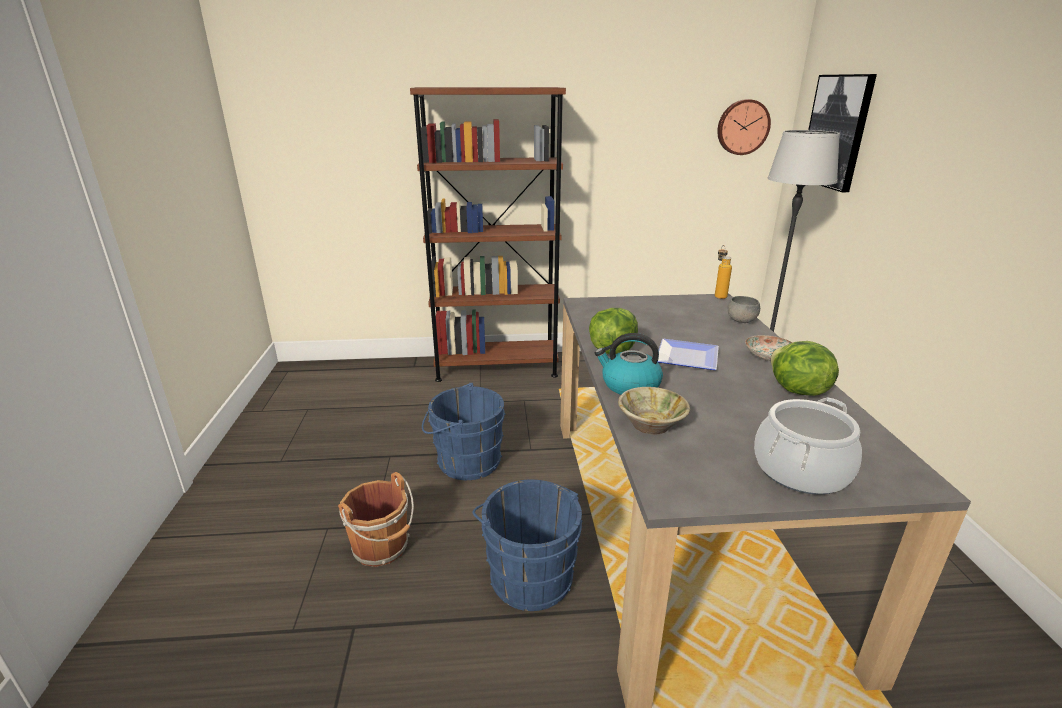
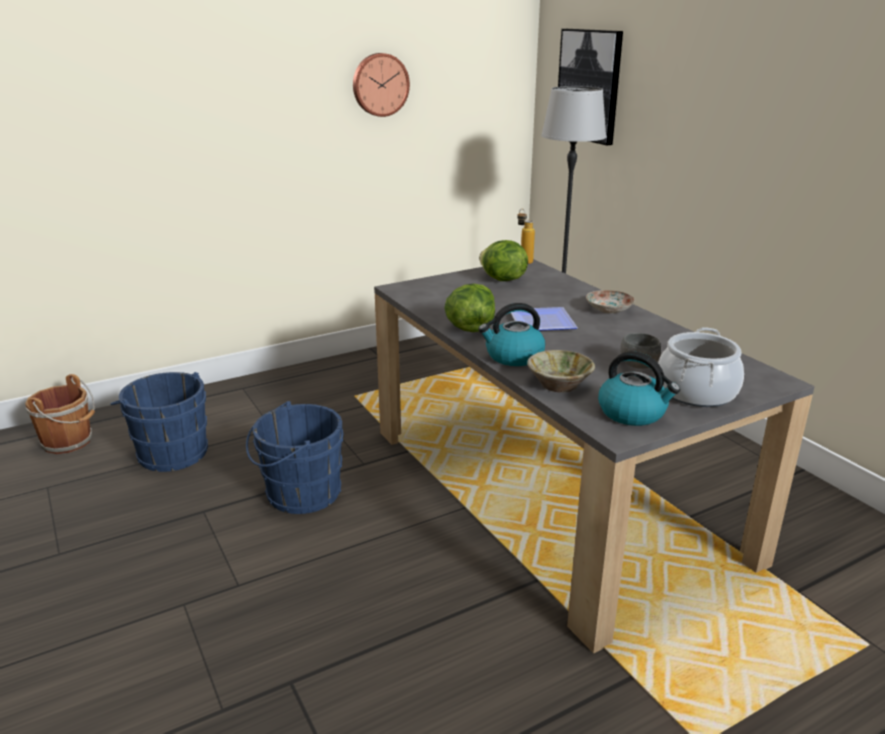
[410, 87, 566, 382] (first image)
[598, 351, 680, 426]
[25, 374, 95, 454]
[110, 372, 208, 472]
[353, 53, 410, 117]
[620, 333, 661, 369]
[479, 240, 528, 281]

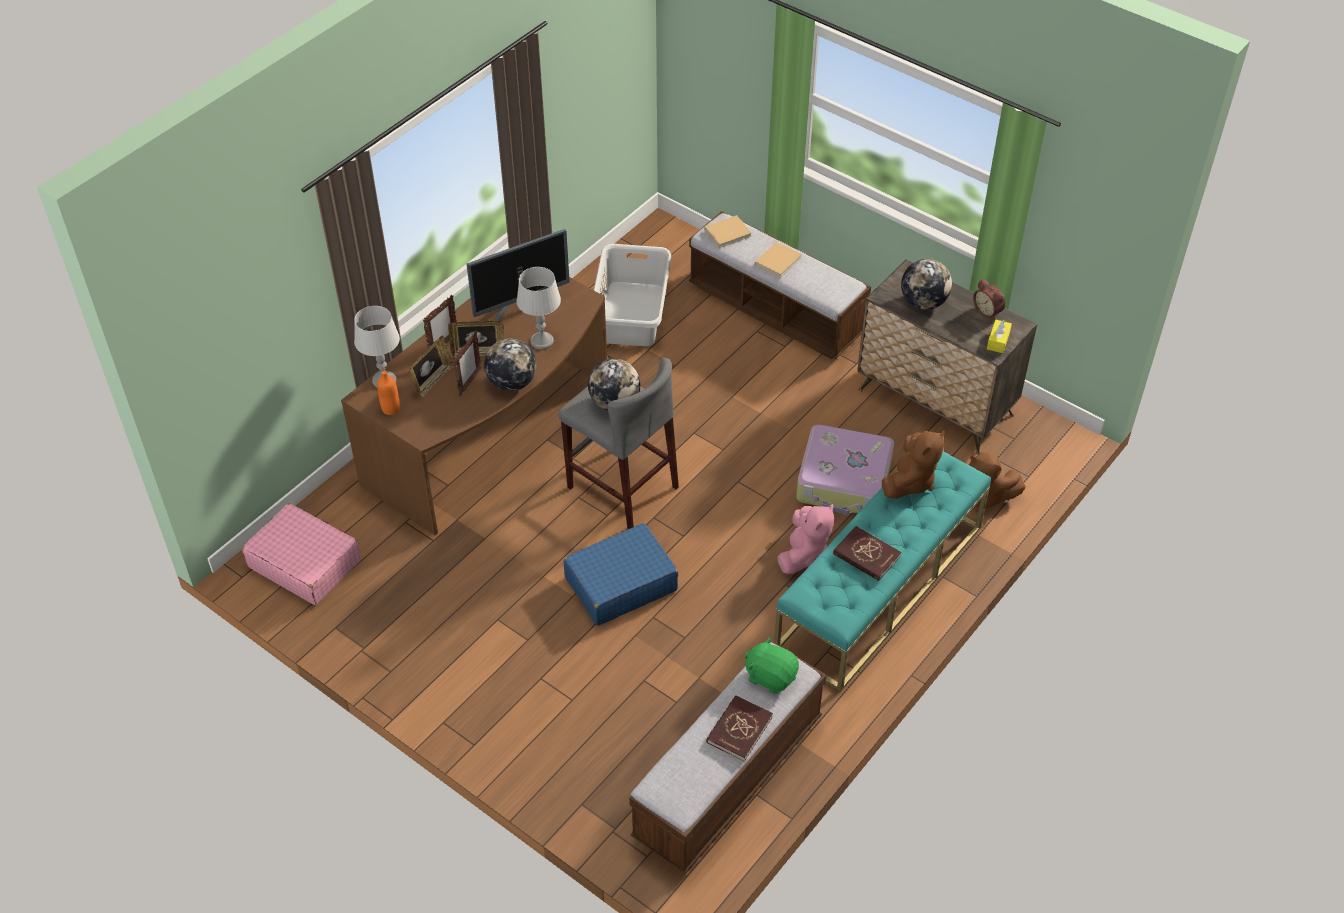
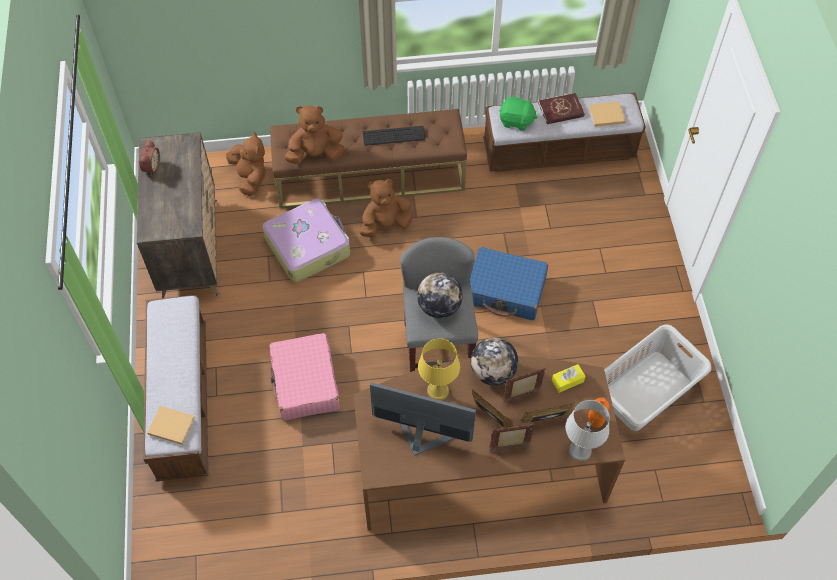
[901, 259, 952, 310] (first image)
[269, 333, 340, 421]
[604, 325, 711, 431]
[589, 101, 626, 127]
[552, 364, 586, 393]
[362, 126, 426, 146]
[418, 338, 460, 400]
[270, 109, 467, 208]
[359, 179, 413, 238]
[499, 97, 538, 131]

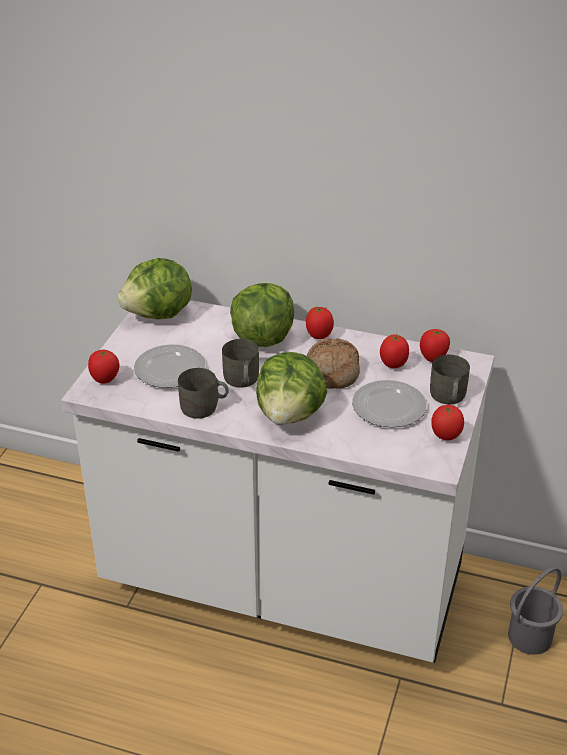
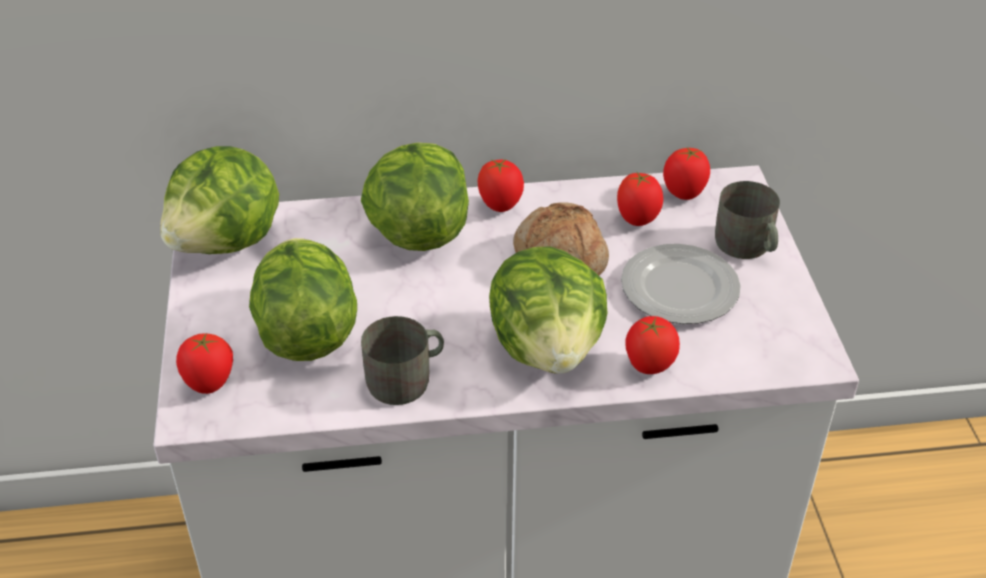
[222, 339, 259, 388] (first image)
[508, 567, 563, 655] (first image)
[625, 316, 680, 374]
[249, 238, 357, 361]

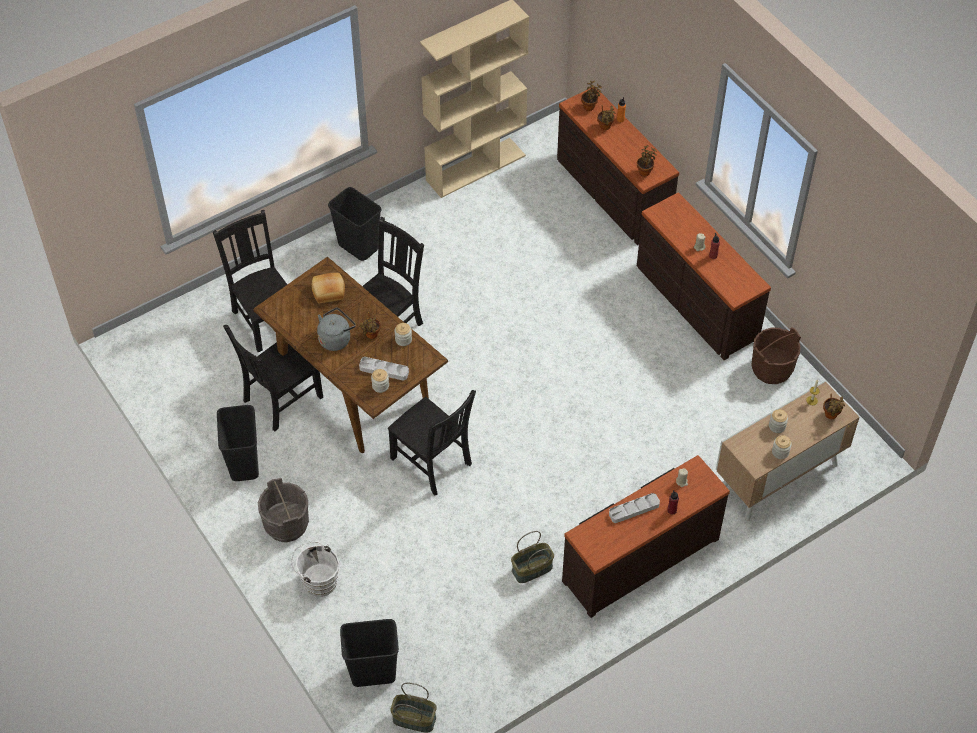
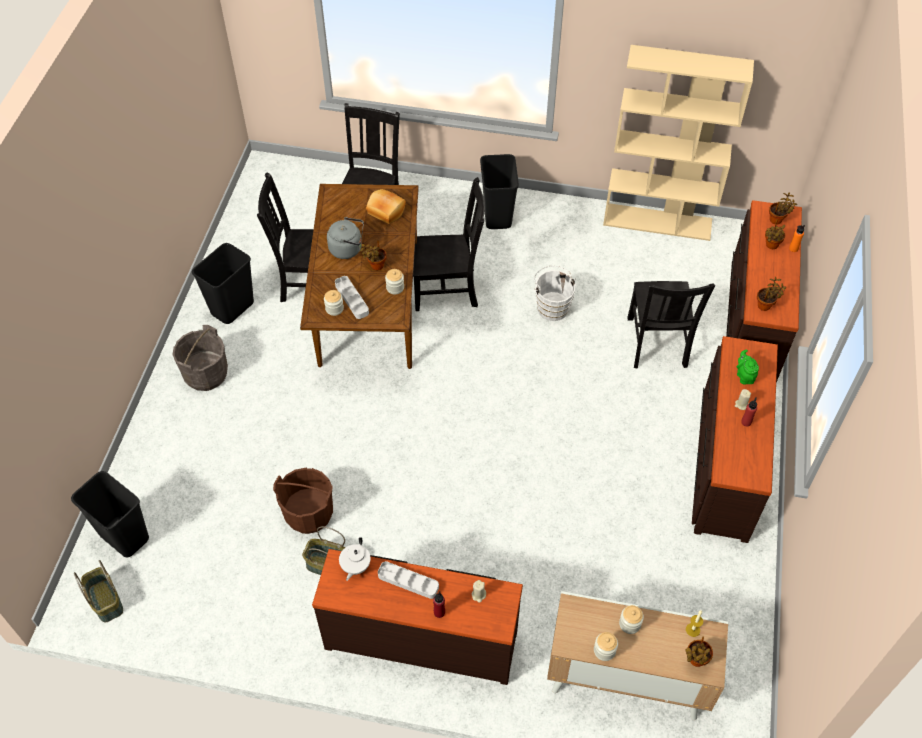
[339, 537, 371, 581]
[737, 350, 759, 384]
[534, 266, 576, 321]
[627, 281, 715, 369]
[273, 468, 333, 534]

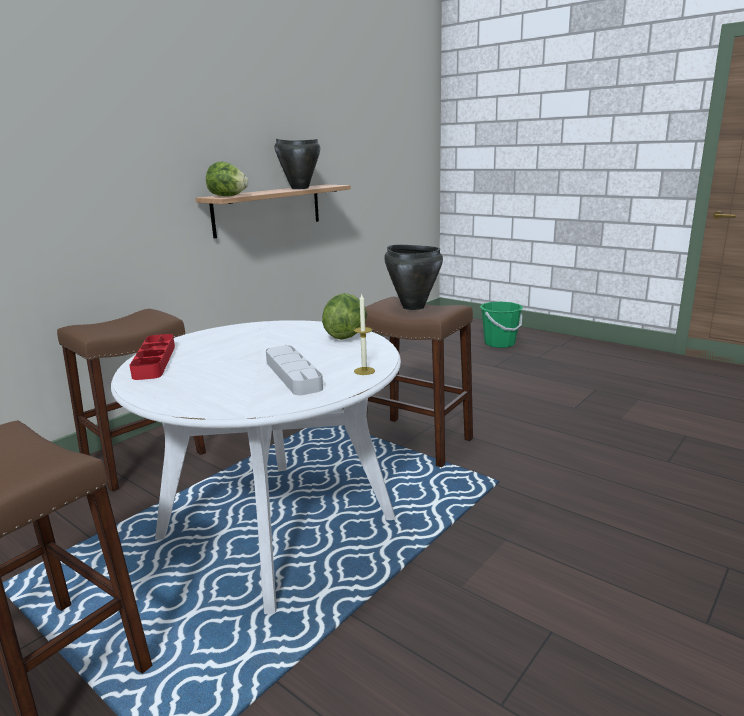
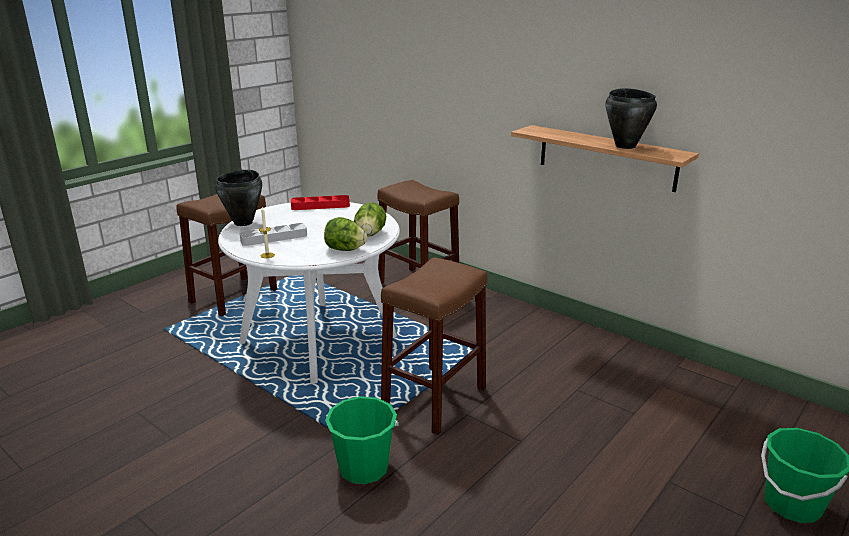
[325, 396, 399, 484]
[354, 202, 386, 237]
[215, 170, 262, 226]

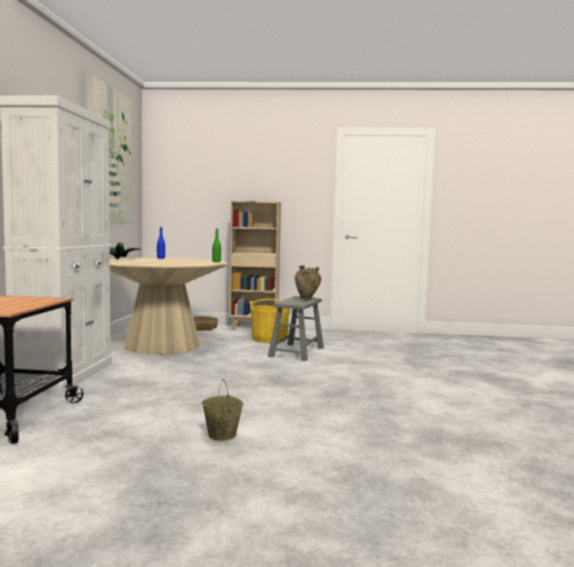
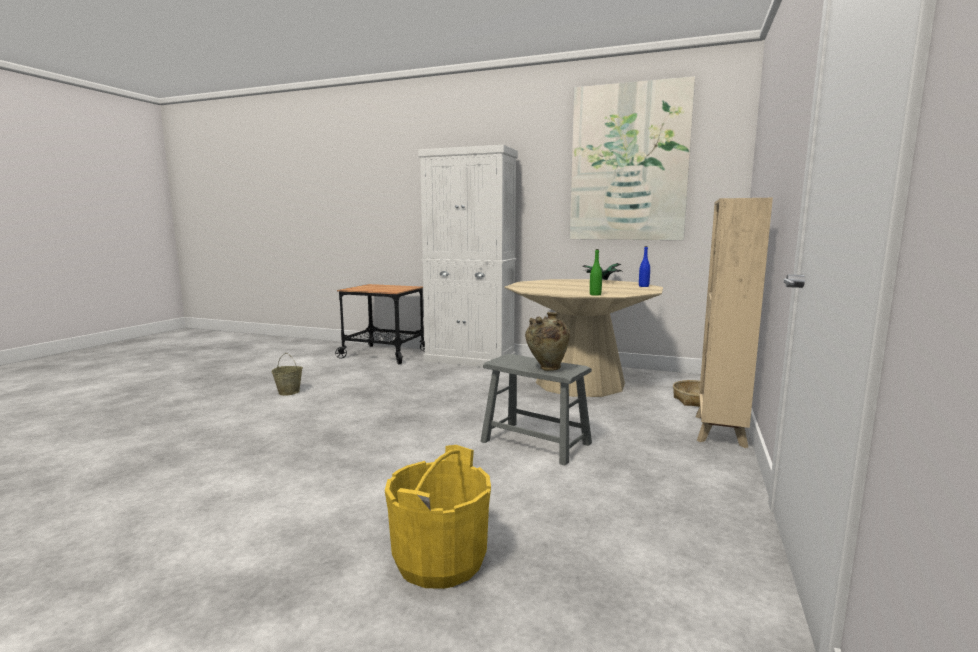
[385, 445, 491, 589]

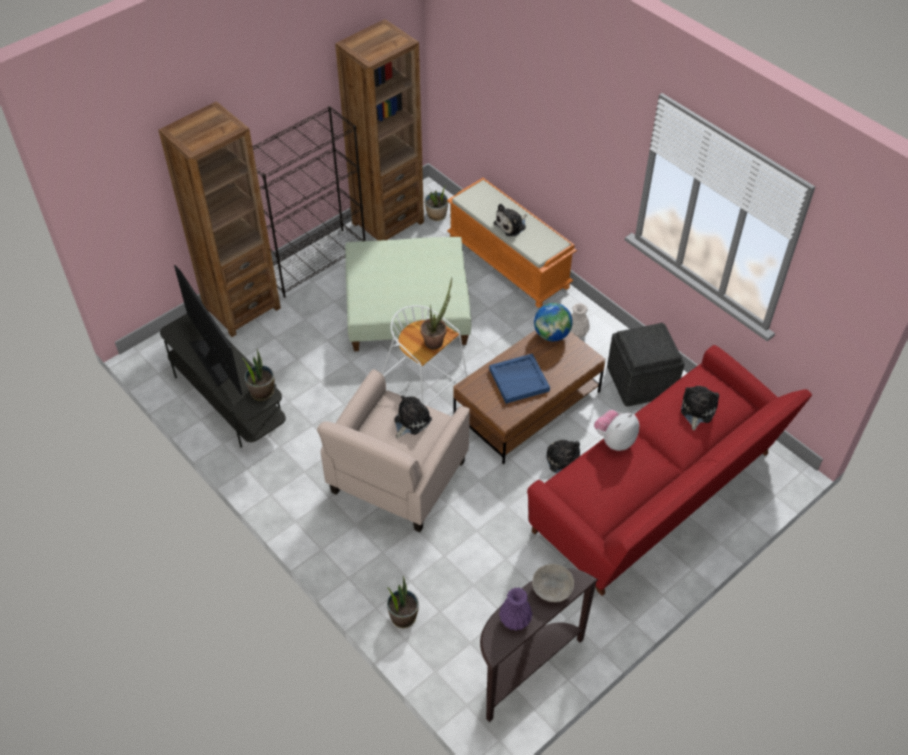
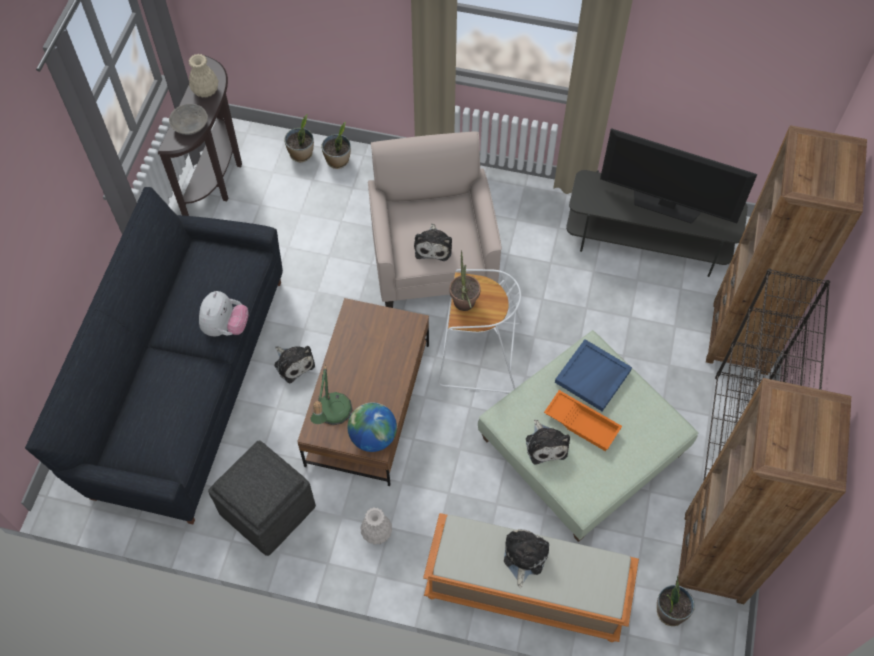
[310, 364, 353, 425]
[544, 390, 622, 451]
[284, 114, 314, 162]
[555, 339, 632, 411]
[526, 419, 570, 465]
[188, 54, 218, 98]
[25, 187, 283, 524]

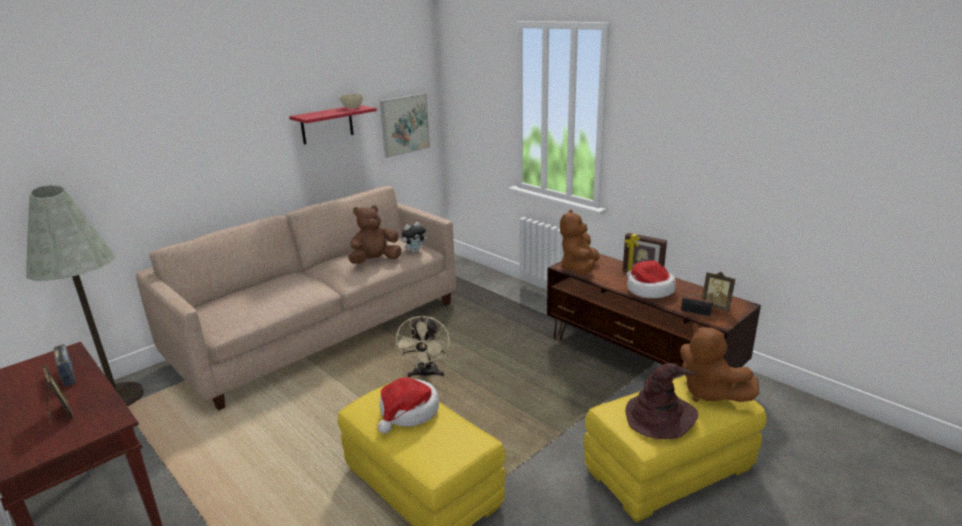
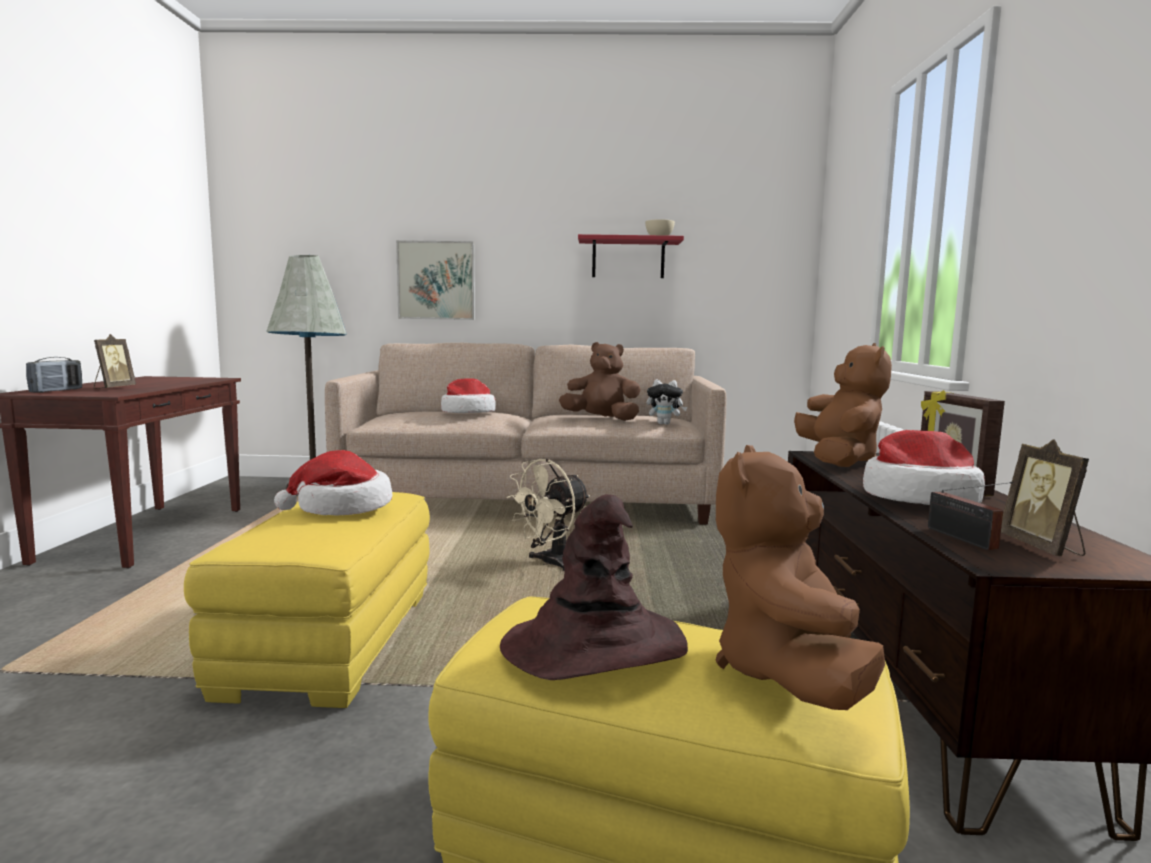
[441, 378, 496, 413]
[26, 357, 82, 393]
[396, 240, 475, 320]
[794, 343, 892, 467]

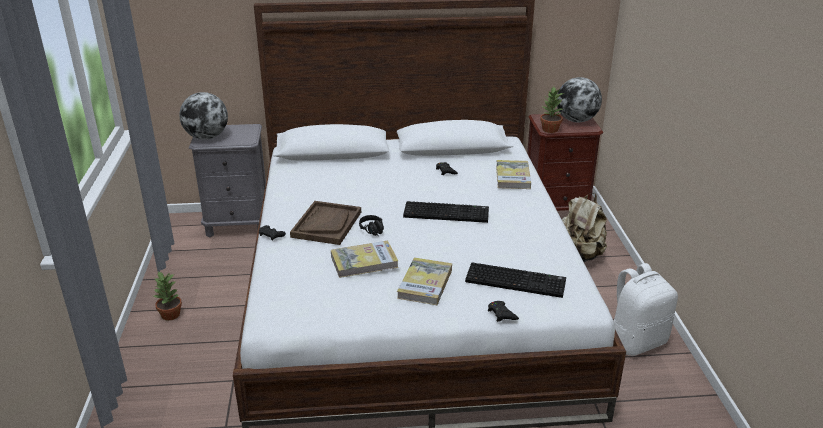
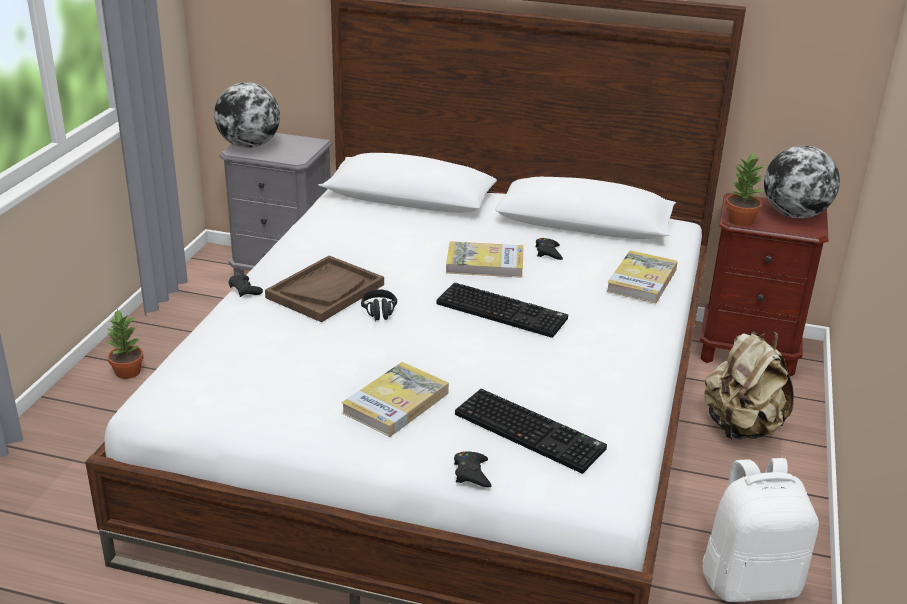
[446, 241, 523, 278]

